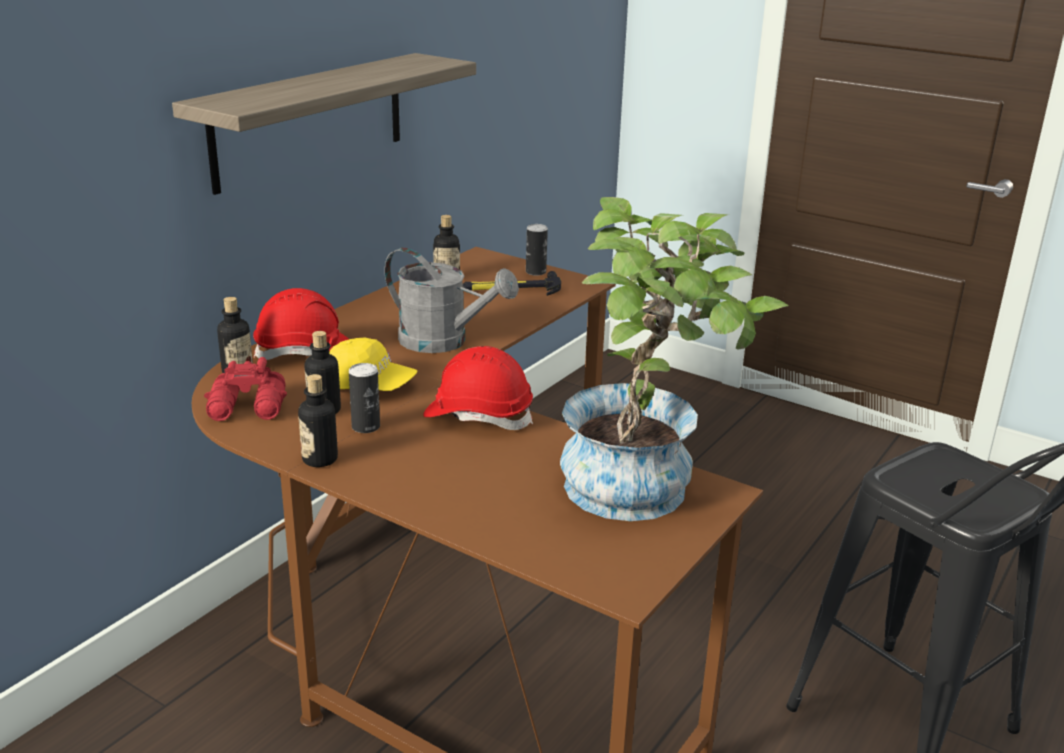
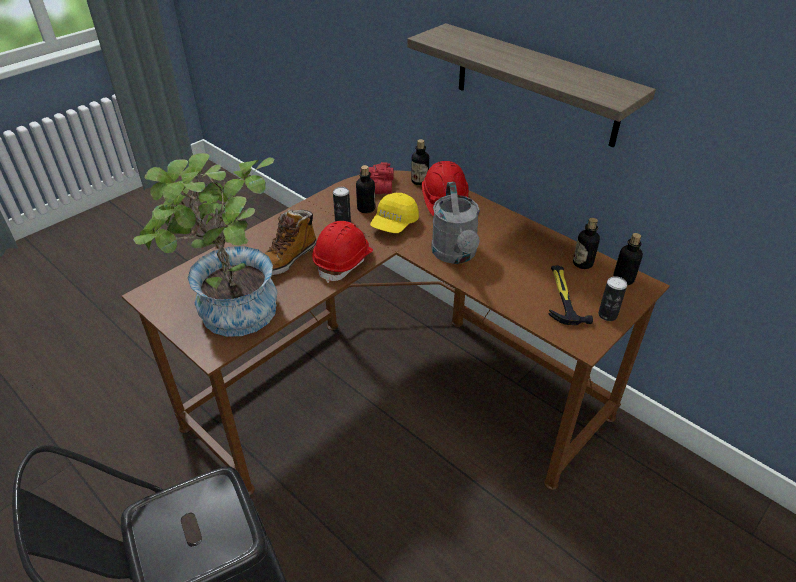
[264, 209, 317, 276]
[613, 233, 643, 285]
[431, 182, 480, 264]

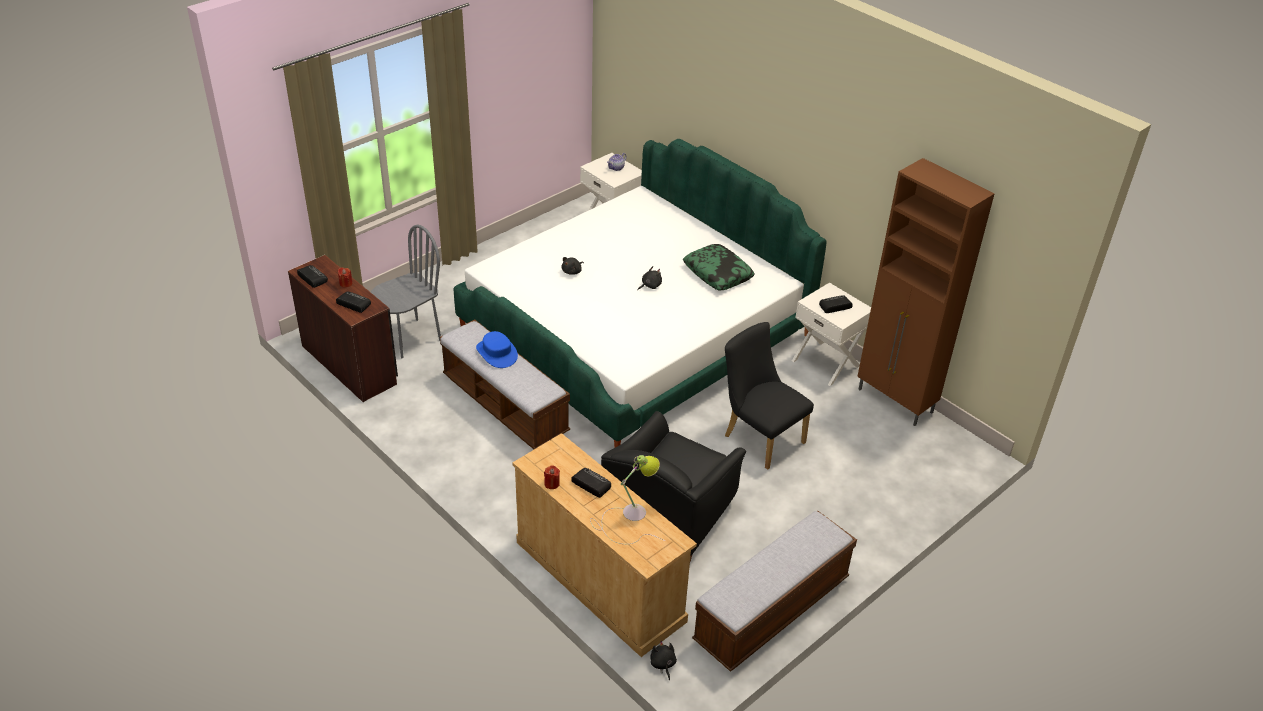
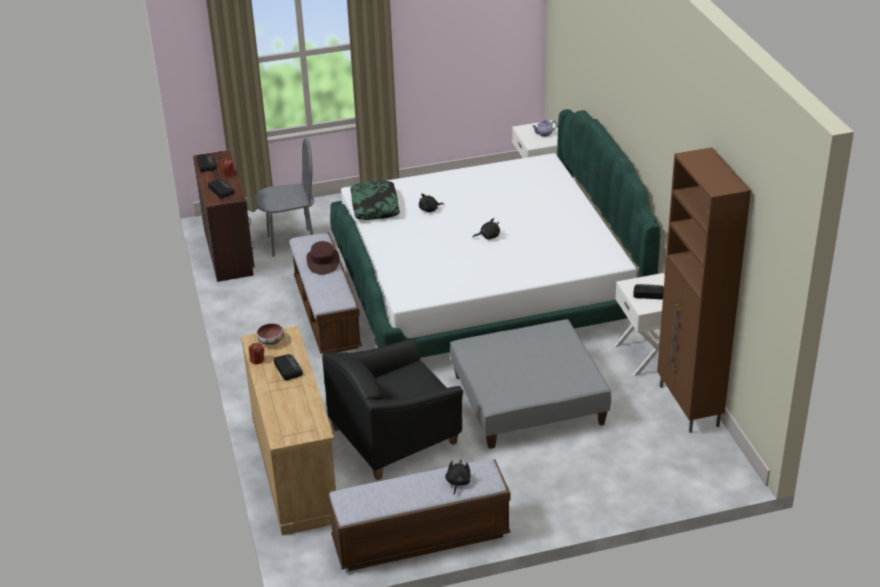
[590, 455, 665, 544] (first image)
[256, 323, 284, 345]
[445, 459, 471, 495]
[350, 181, 400, 220]
[450, 319, 611, 449]
[307, 241, 339, 274]

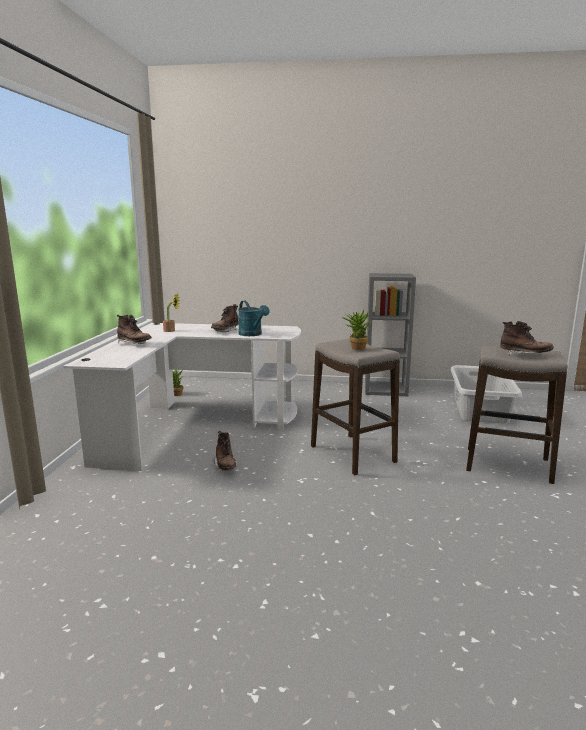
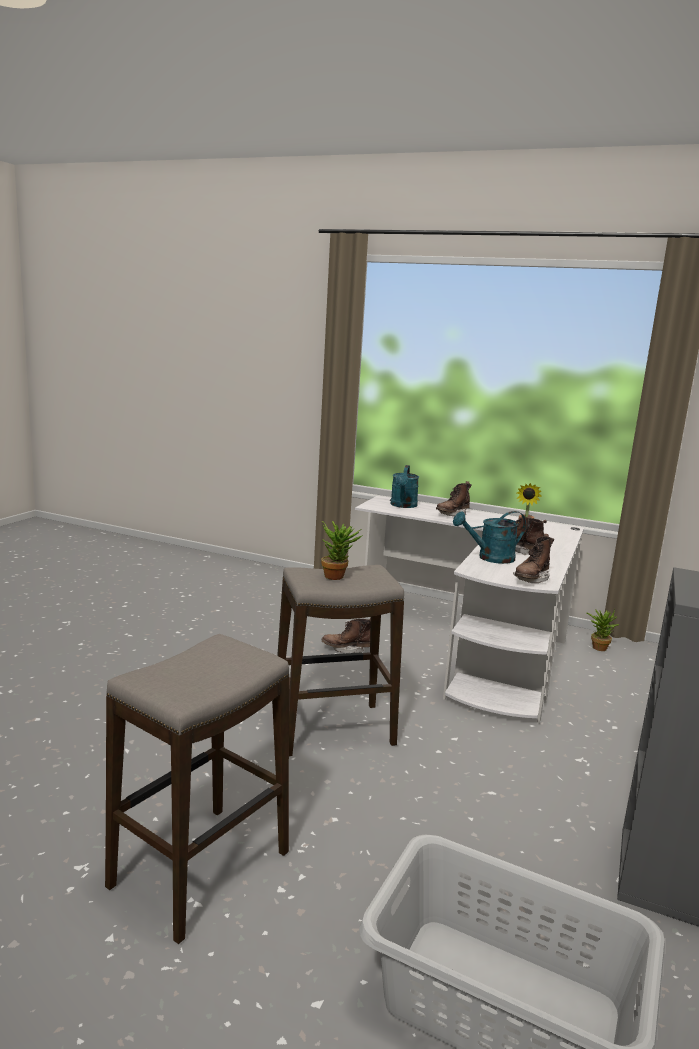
[391, 465, 419, 508]
[513, 534, 554, 583]

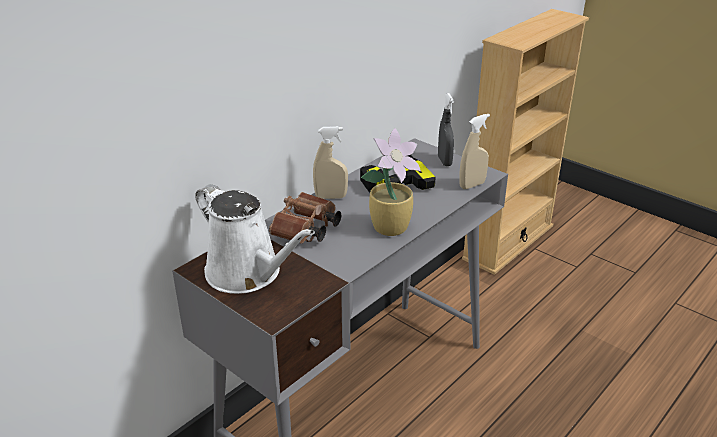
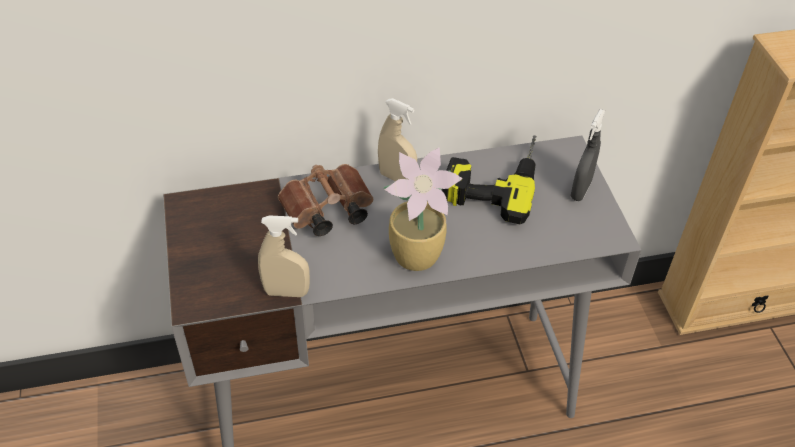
[195, 184, 315, 294] (first image)
[258, 216, 310, 297]

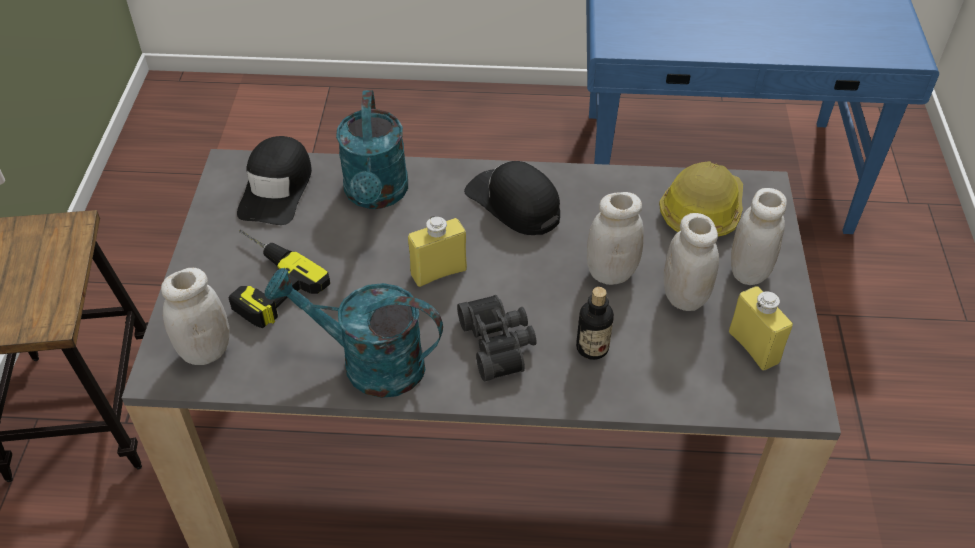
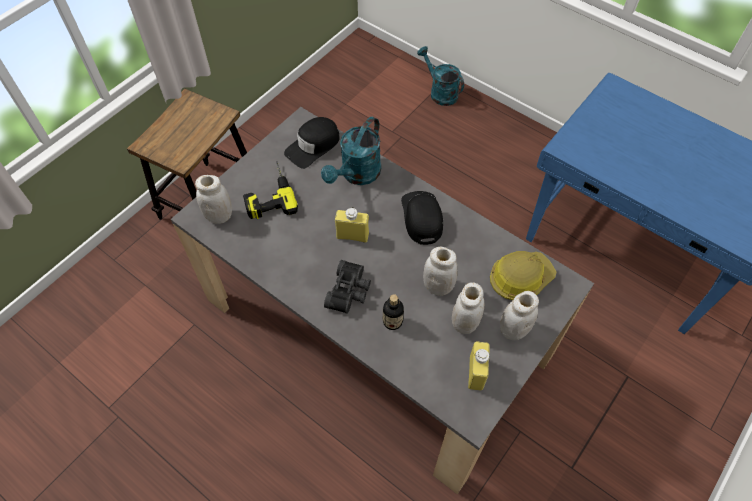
[417, 46, 464, 106]

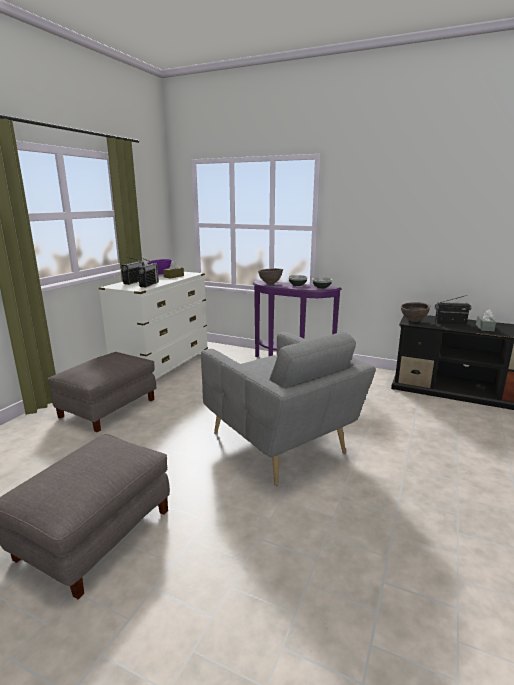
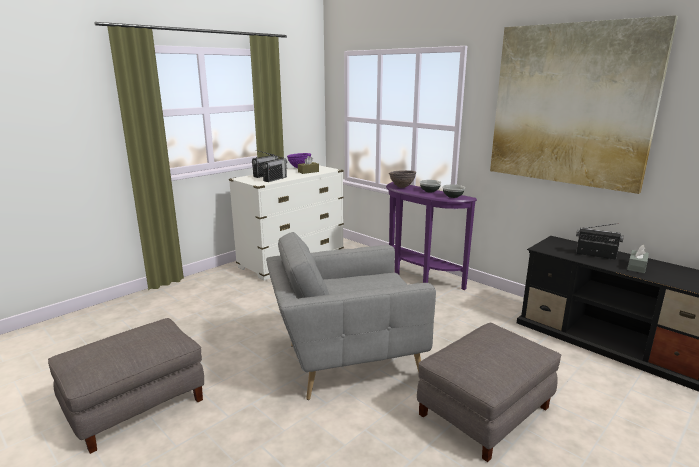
[400, 302, 430, 322] (first image)
[490, 15, 678, 194]
[417, 323, 561, 462]
[266, 232, 436, 400]

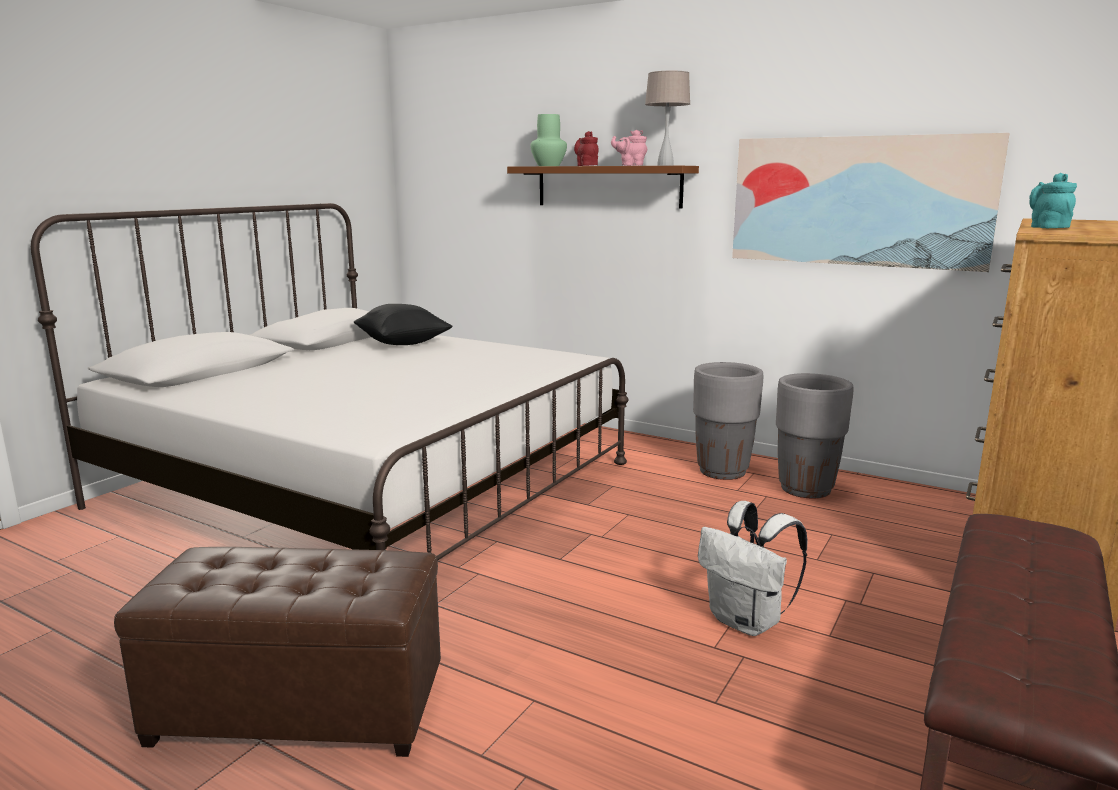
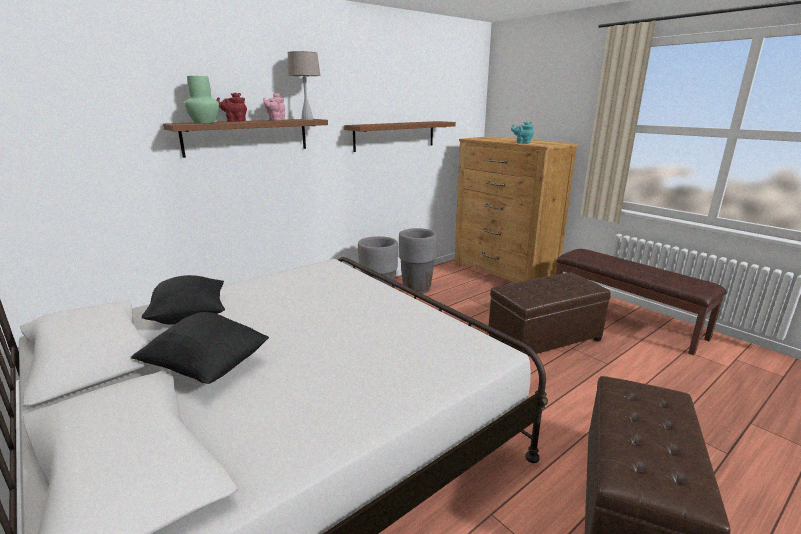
[131, 312, 269, 384]
[488, 273, 611, 356]
[344, 121, 456, 152]

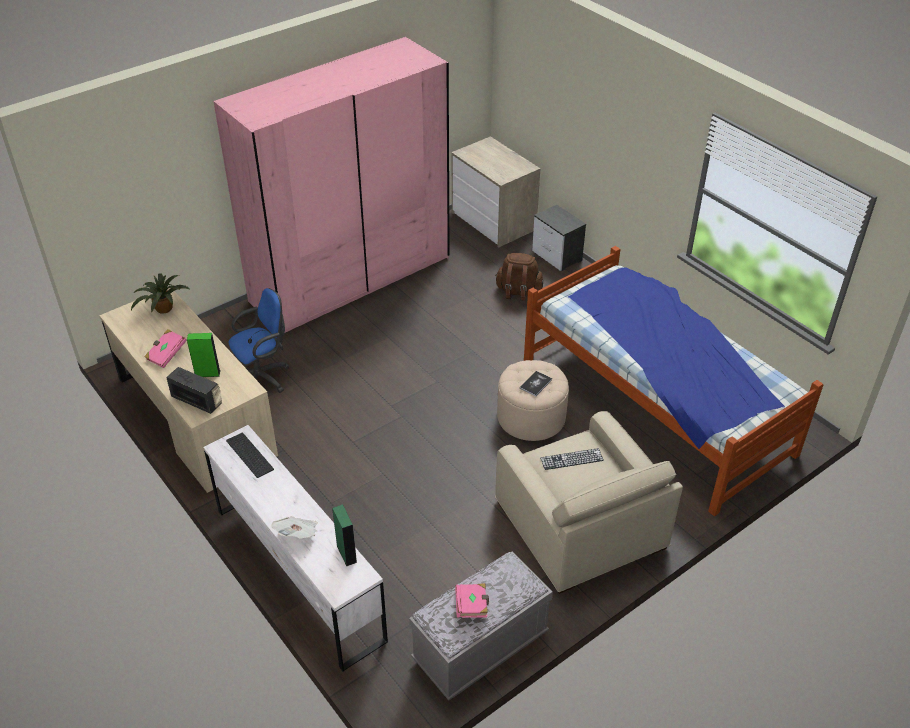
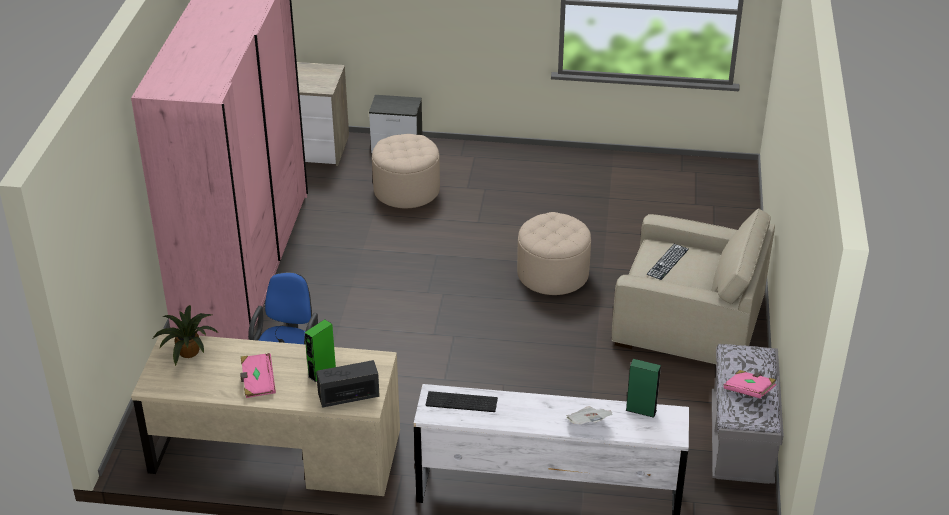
[520, 371, 552, 397] (first image)
[524, 246, 823, 516] (first image)
[372, 134, 440, 208]

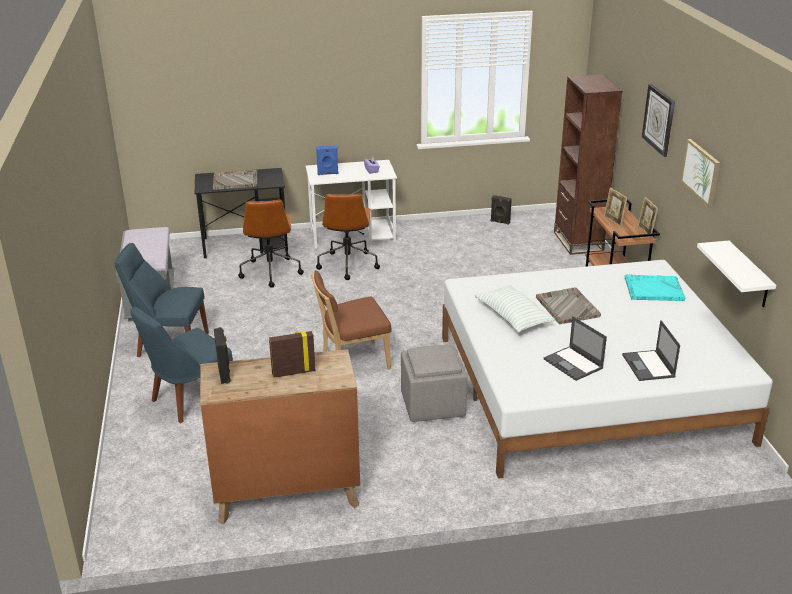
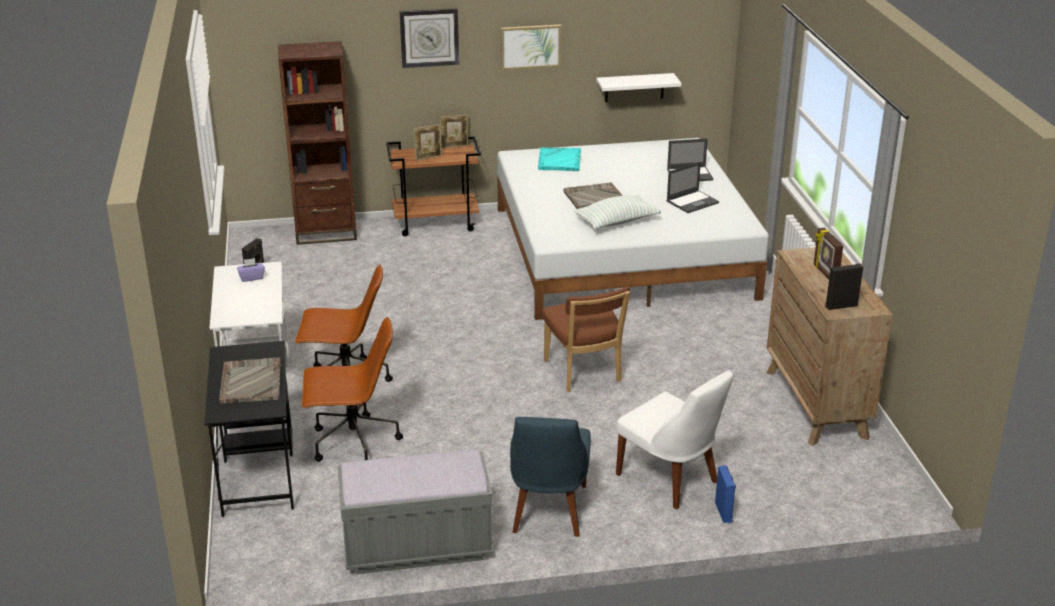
[401, 345, 467, 422] (first image)
[715, 465, 736, 523]
[616, 370, 733, 509]

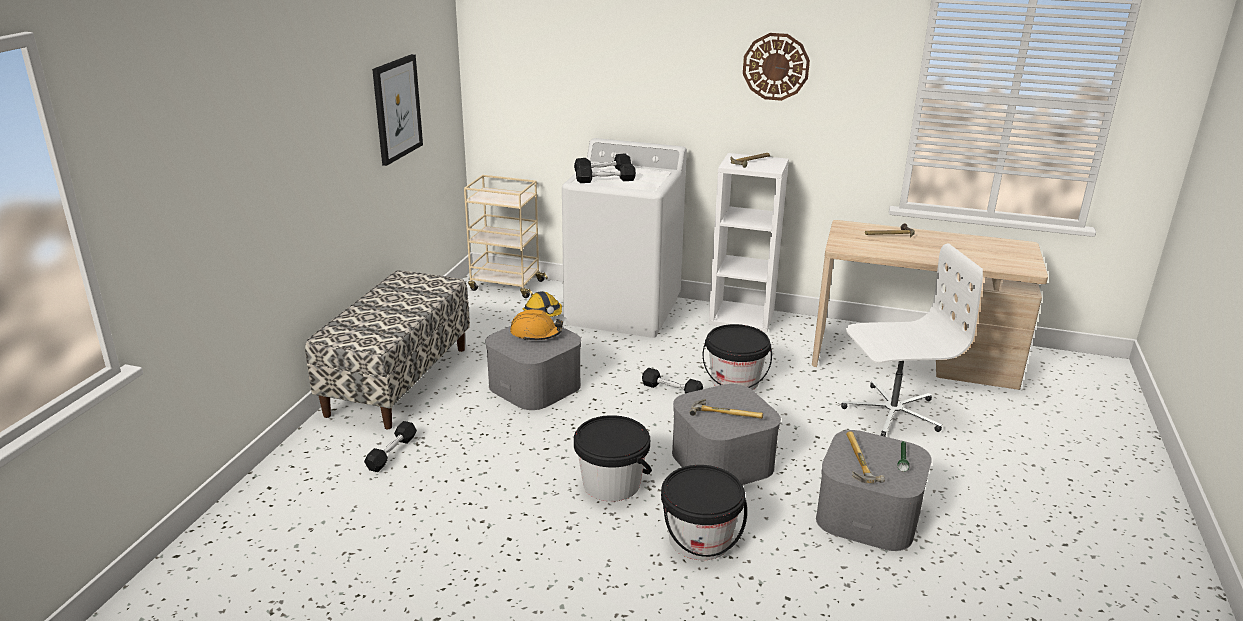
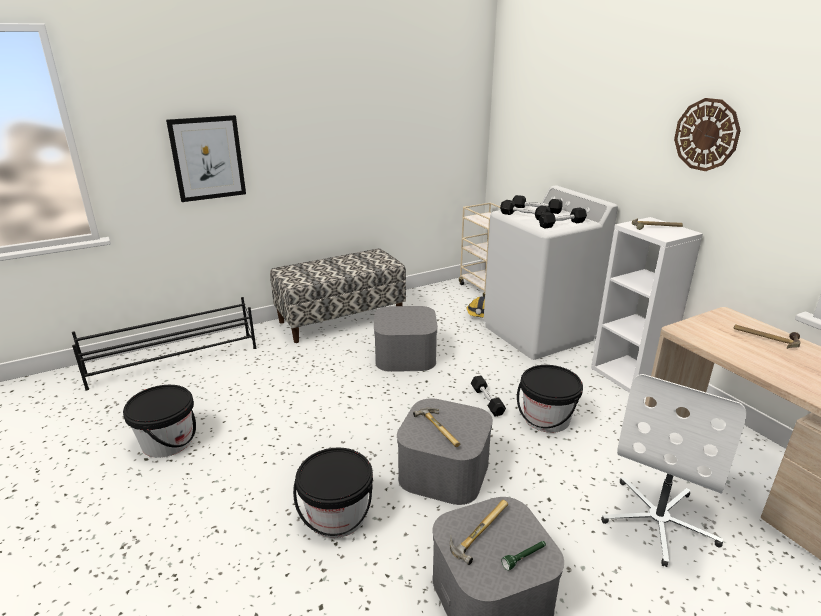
[510, 309, 563, 342] (first image)
[72, 297, 256, 391]
[539, 207, 587, 229]
[166, 115, 246, 202]
[123, 385, 196, 458]
[601, 374, 746, 567]

